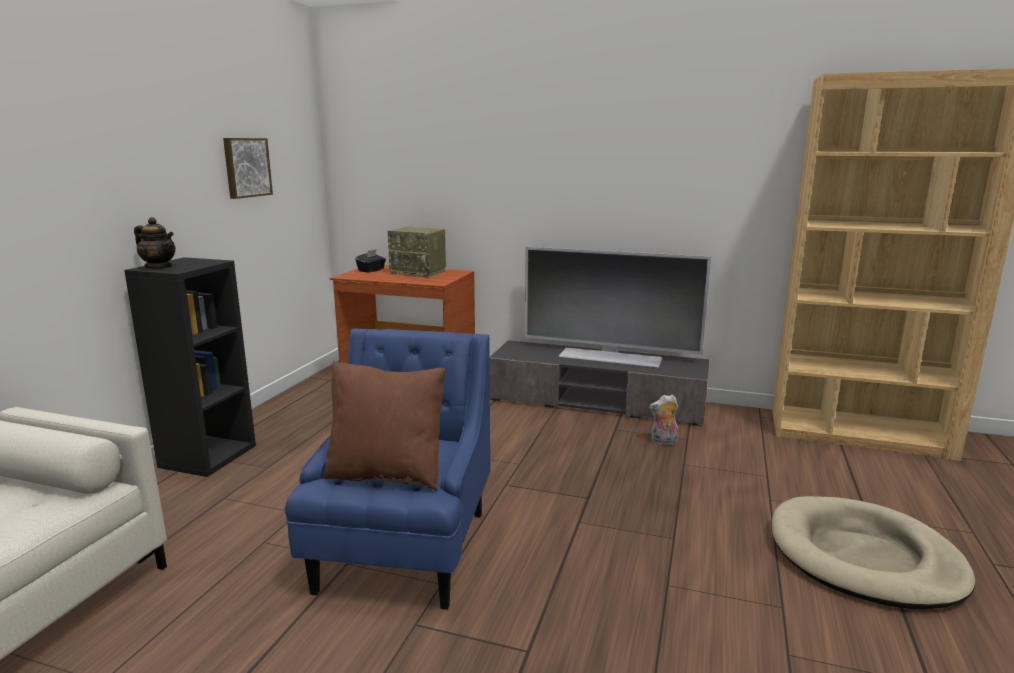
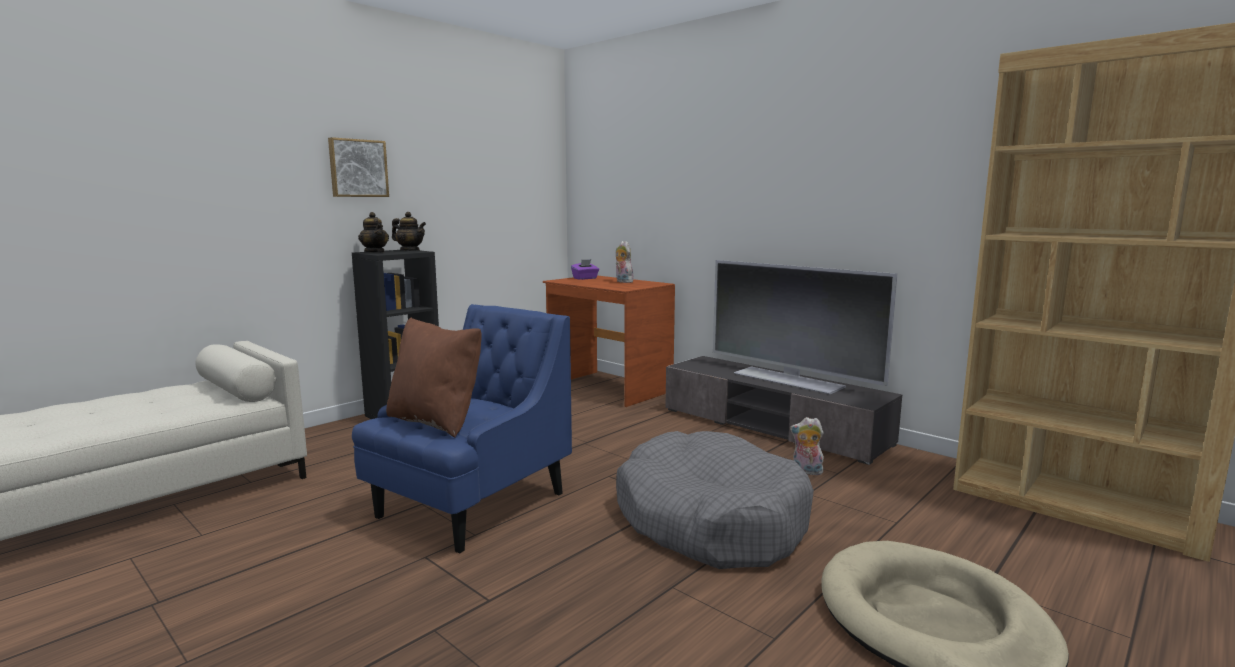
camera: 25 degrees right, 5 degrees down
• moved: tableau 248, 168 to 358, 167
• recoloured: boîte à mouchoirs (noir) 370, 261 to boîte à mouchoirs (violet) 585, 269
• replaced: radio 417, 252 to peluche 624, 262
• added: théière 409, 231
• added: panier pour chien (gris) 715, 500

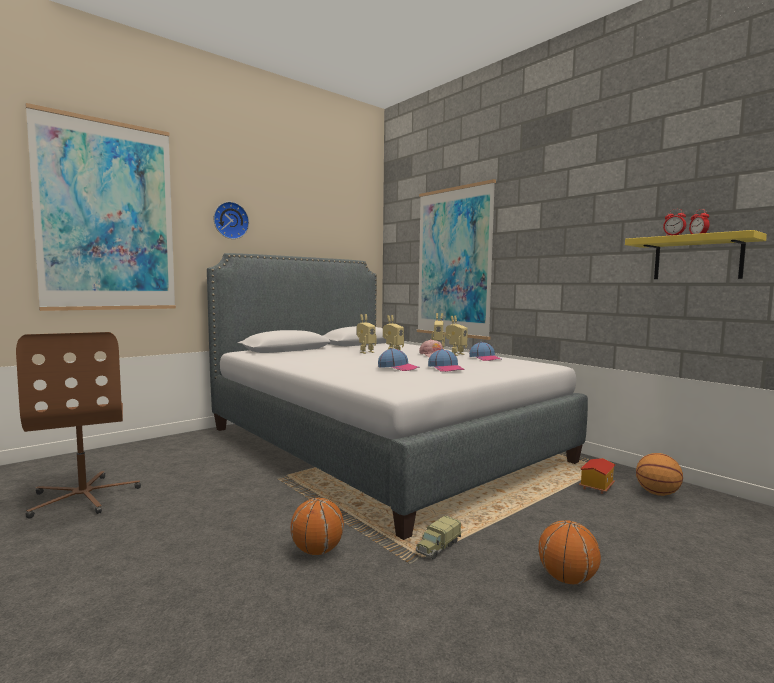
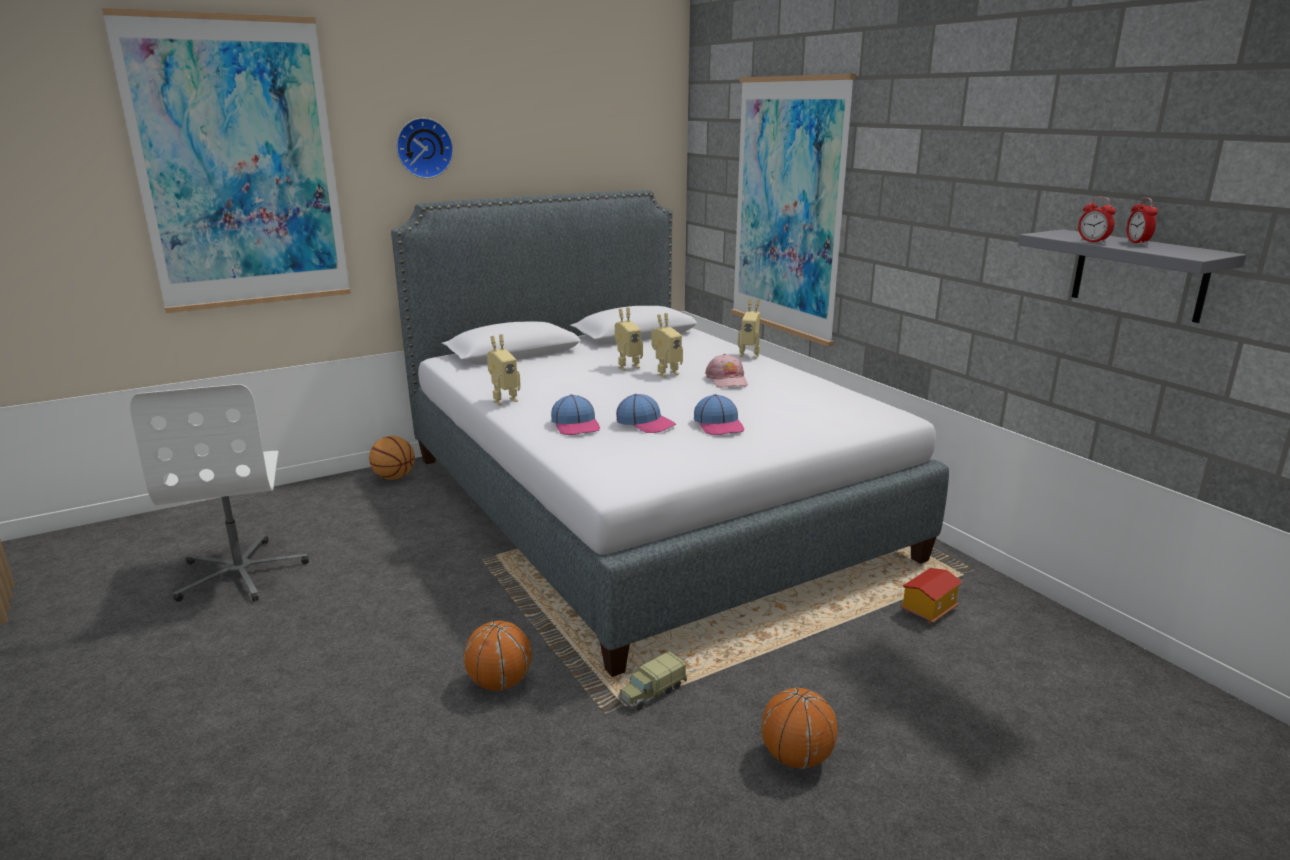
camera: 10 degrees right, 15 degrees up
• recoloured: chaise de bureau (marron) 78, 425 to chaise de bureau (blanc) 219, 493
• moved: robot jouet 457, 335 to 504, 370
• moved: casquette 485, 351 to 575, 414
• recoloured: étagère (jaune) 696, 254 to étagère (gris) 1132, 276
• moved: ballon de basket 659, 474 to 392, 458

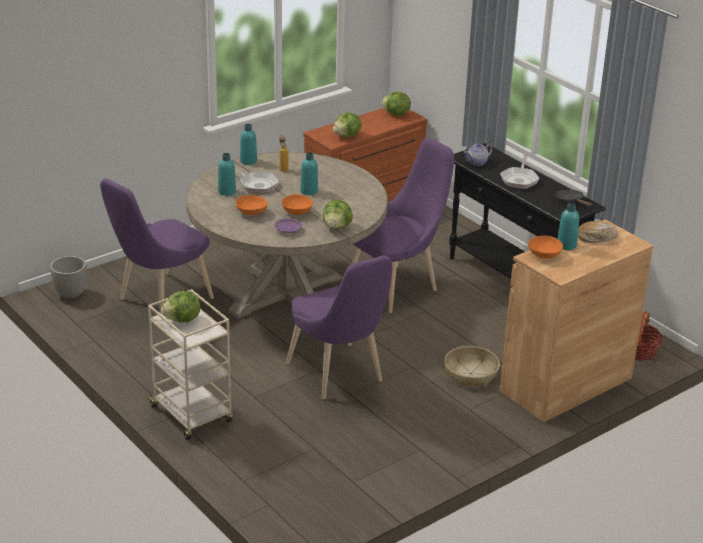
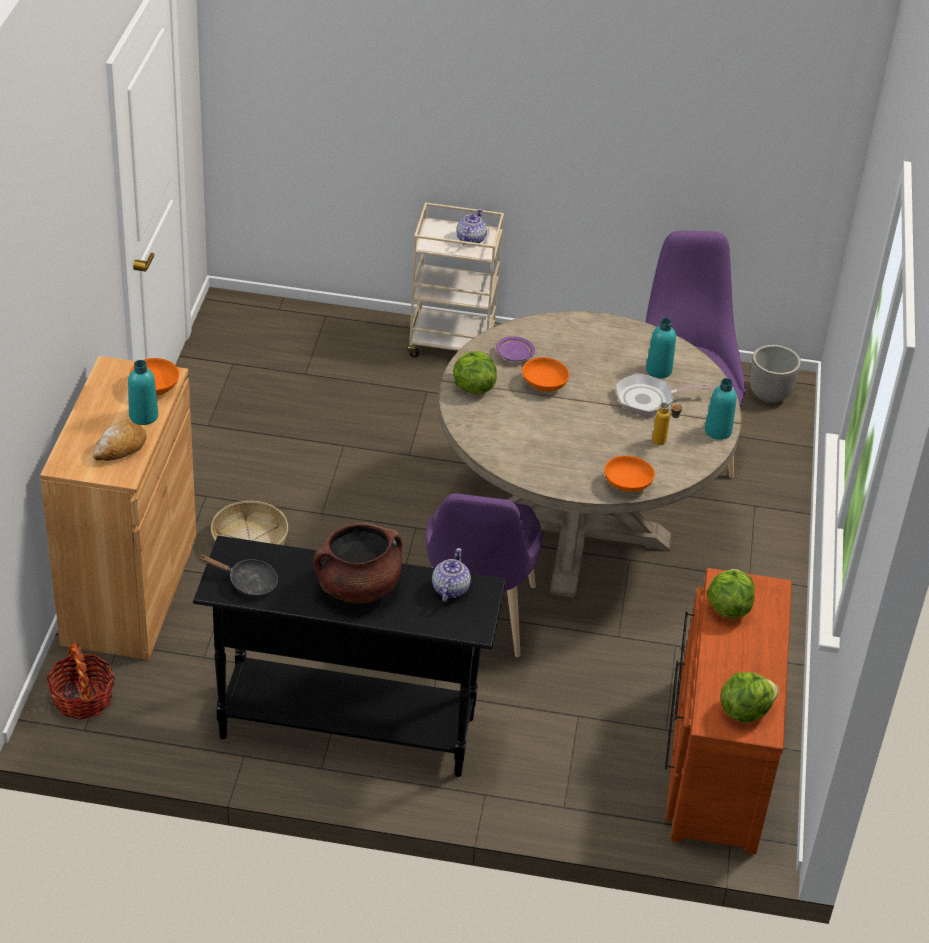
camera: 135 degrees right, 10 degrees up
• replaced: laitue 180, 307 to théière 471, 227
• moved: bol (orange) 251, 205 to 629, 473
• removed: chaise (violet) 339, 327
• removed: bouteille (turquoise) 309, 173
• replaced: poêle 520, 171 to marmite (marron) 357, 563

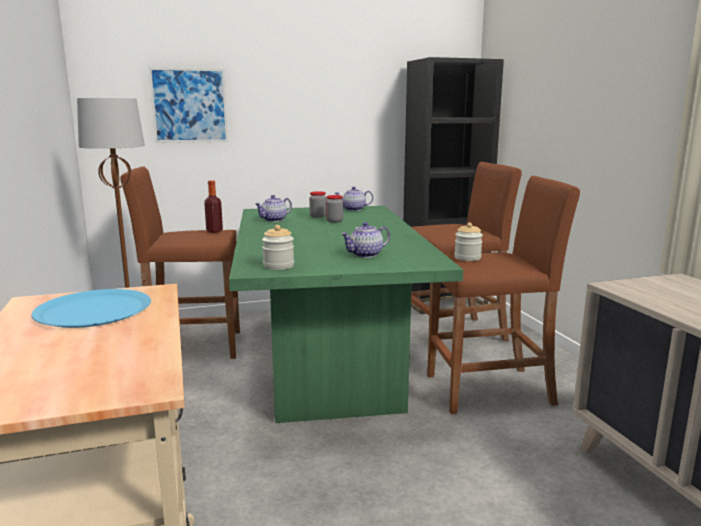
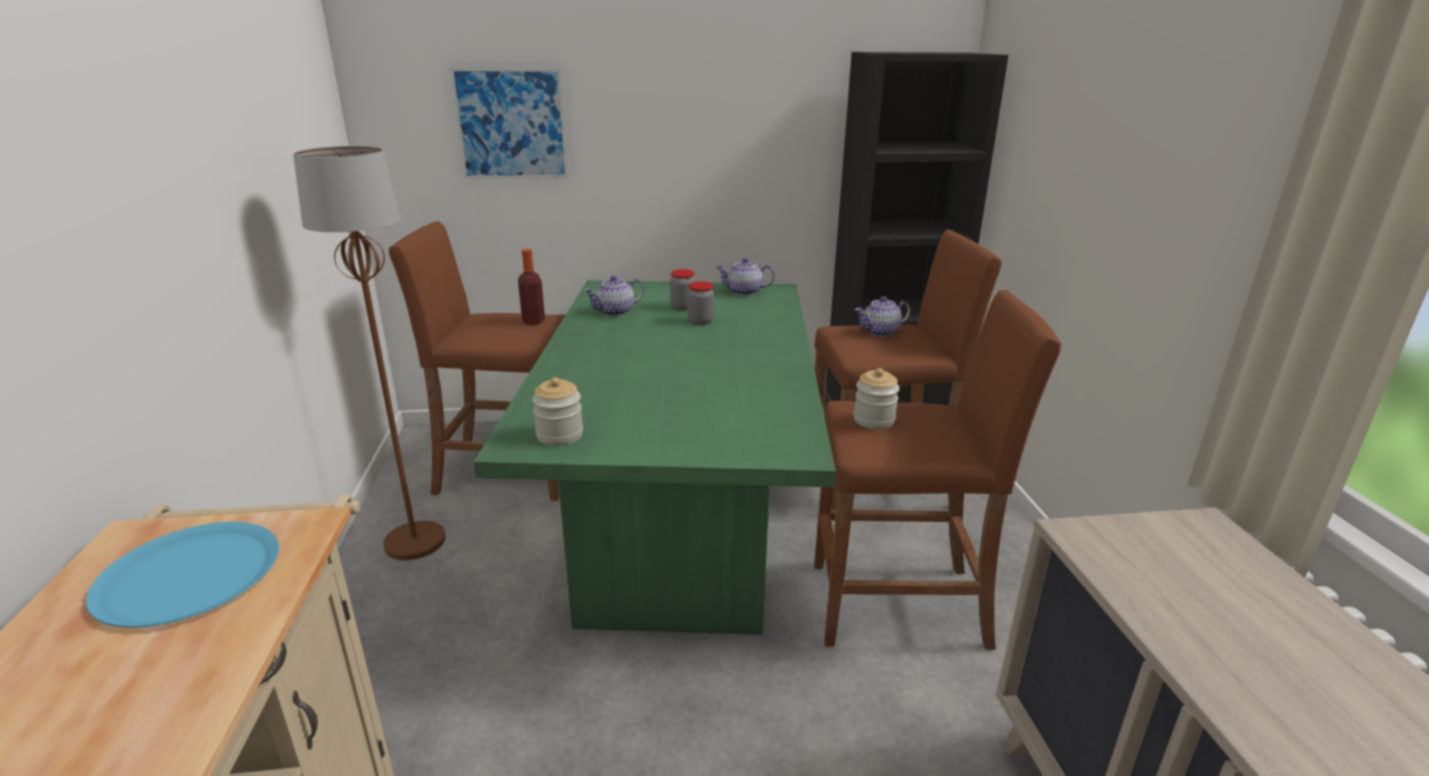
camera: 10 degrees right, 10 degrees up
• moved: théière 365, 240 to 883, 316

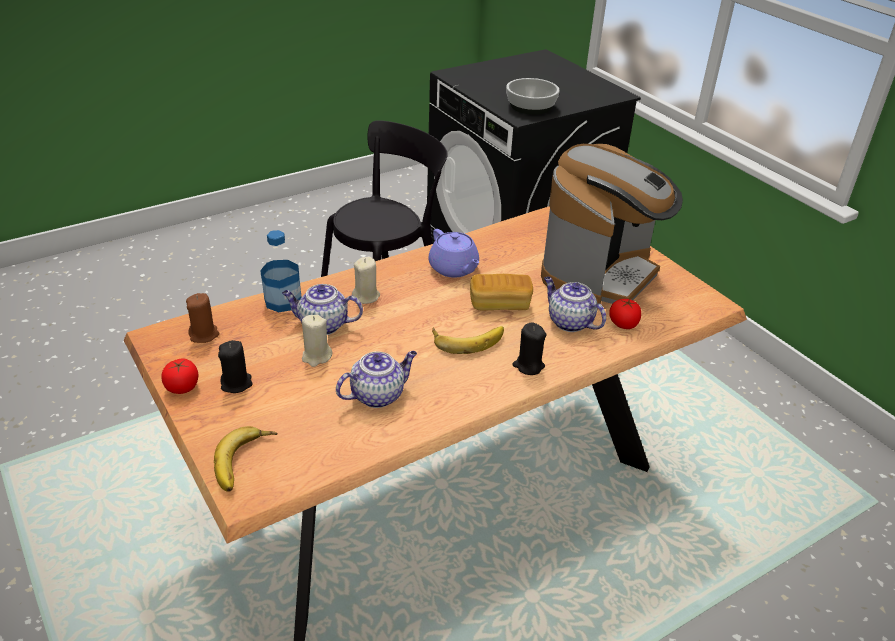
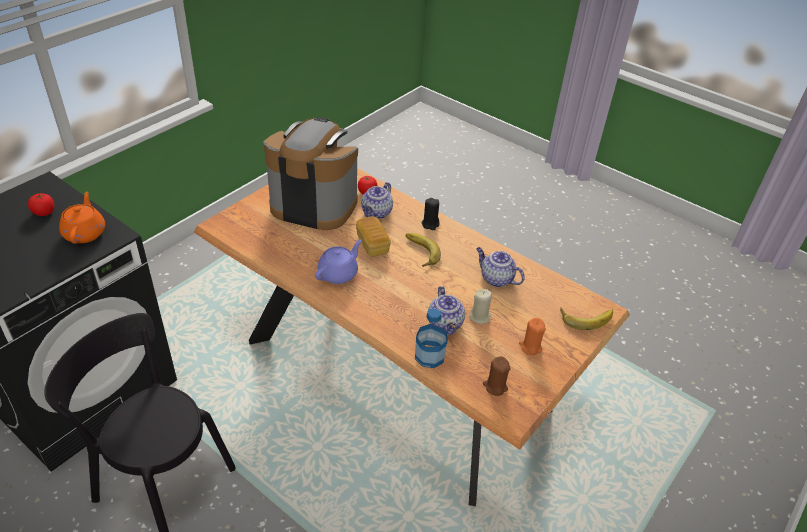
camera: 110 degrees left, 5 degrees up
• moved: tomate 180, 376 to 41, 204
• recoloured: bougie (noir) 235, 366 to bougie (orange) 532, 336
• removed: bougie (beige) 366, 280
• replaced: bol 533, 96 to théière (orange) 82, 217

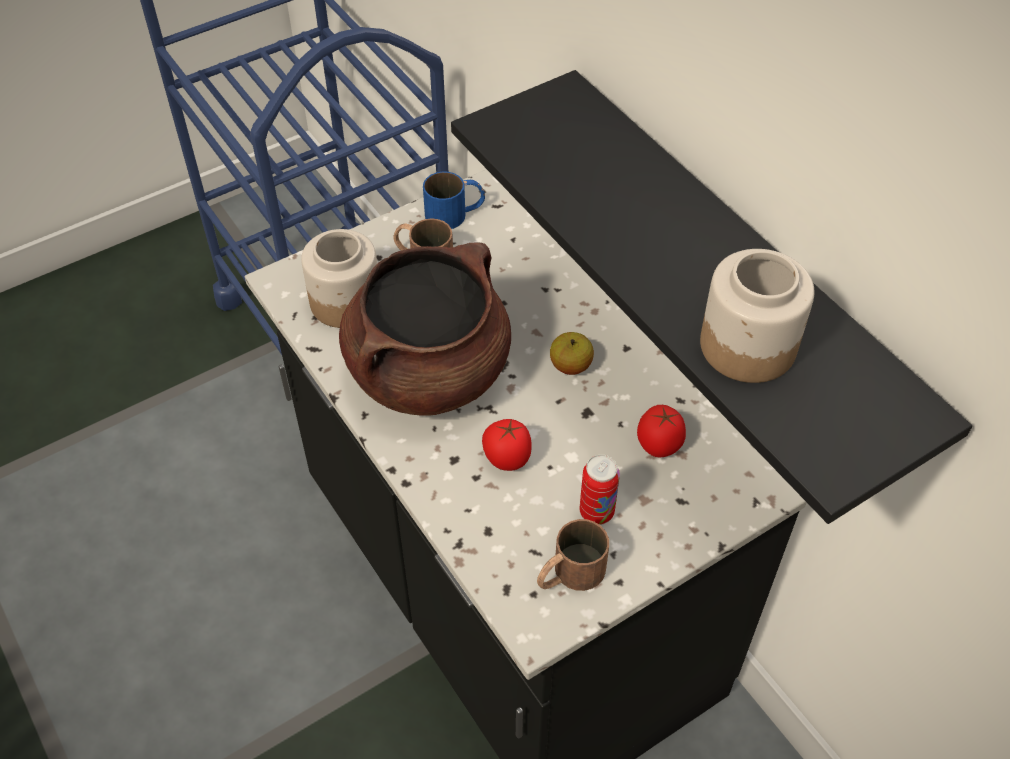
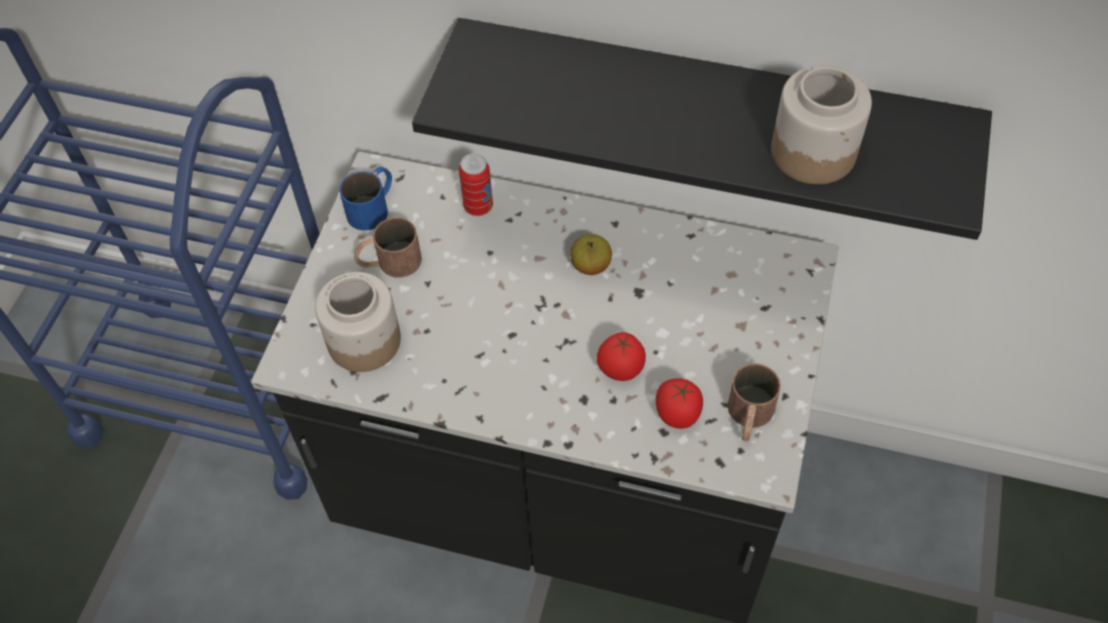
camera: 40 degrees left, 5 degrees up
• removed: marmite (marron) 425, 329
• moved: boîte métallique 600, 490 to 476, 184
• moved: tomate 661, 431 to 679, 403

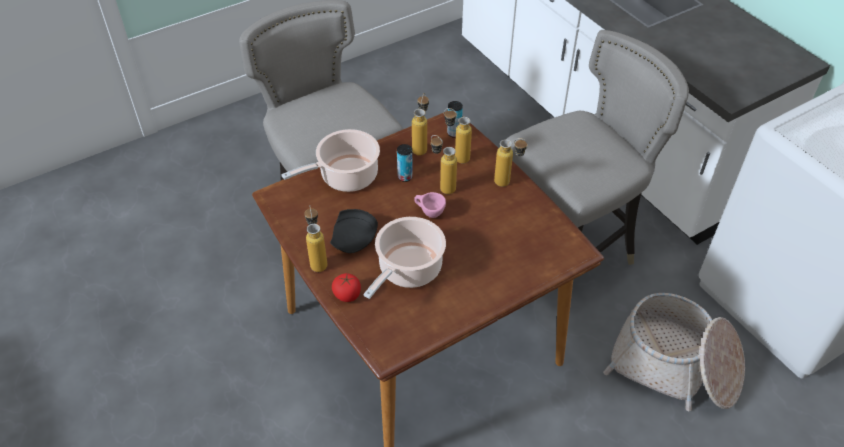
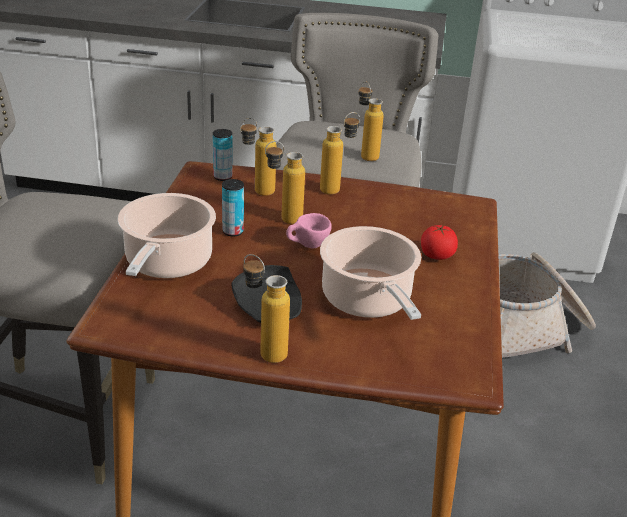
camera: 50 degrees left, 15 degrees down
• moved: tomate 346, 287 to 439, 242
• moved: bouteille 420, 124 to 371, 121

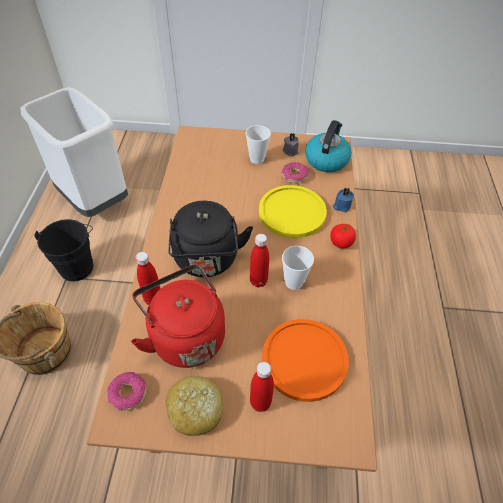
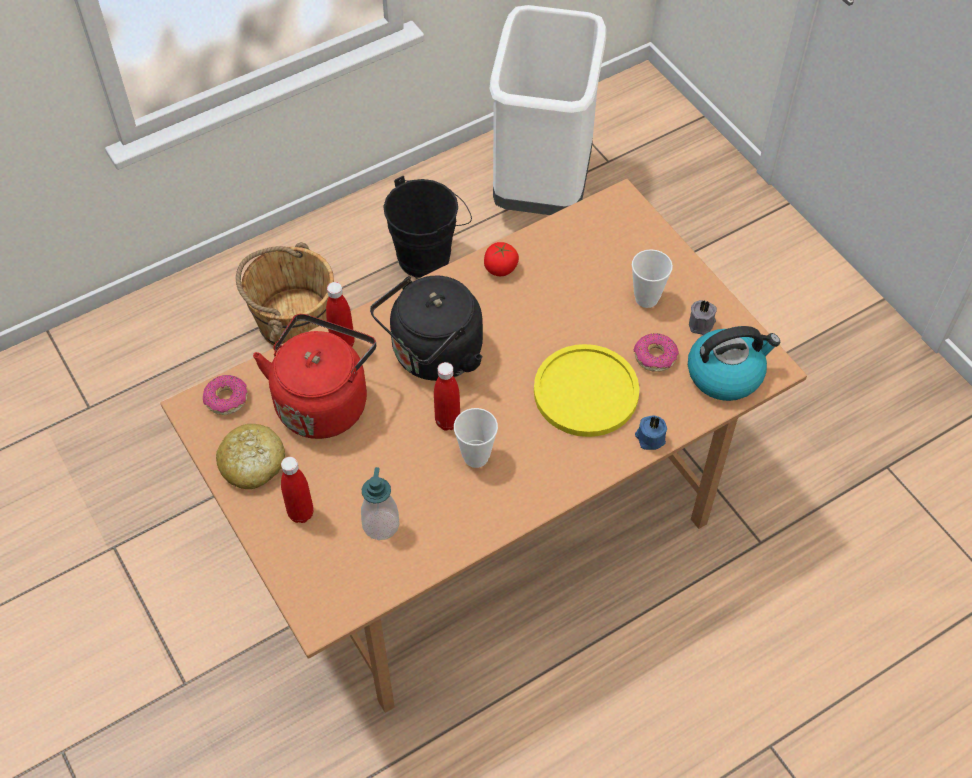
camera: 55 degrees right, 5 degrees up
• replaced: assiette (orange) 305, 360 to distributeur de savon 380, 503
• moved: tomate 343, 236 to 501, 259

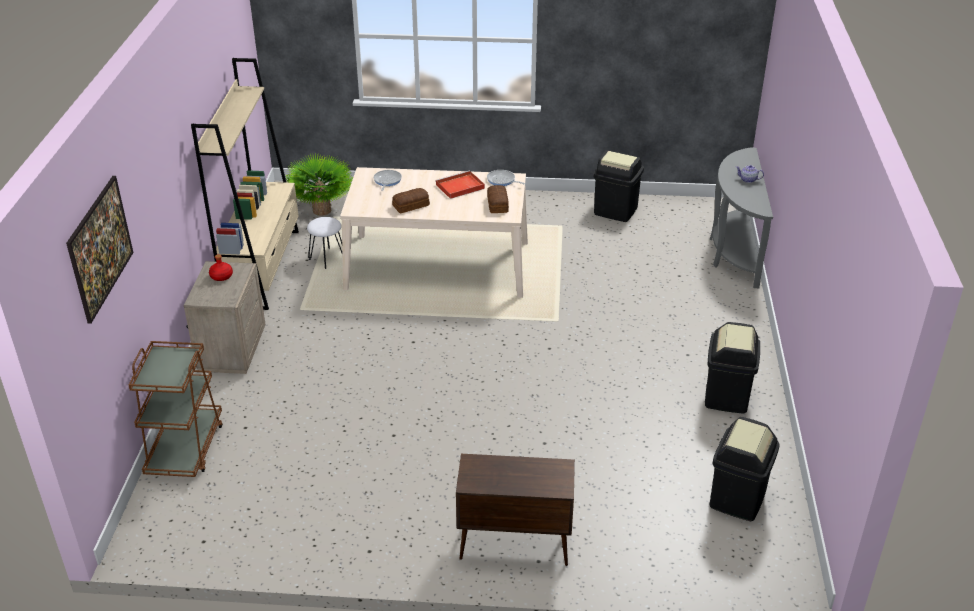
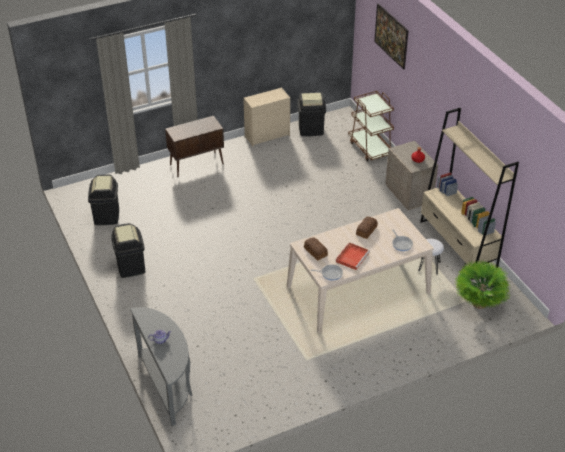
camera: 150 degrees right, 5 degrees up
• moved: poubelle (noir) 619, 186 to 311, 114
• added: commode (beige) 266, 116

